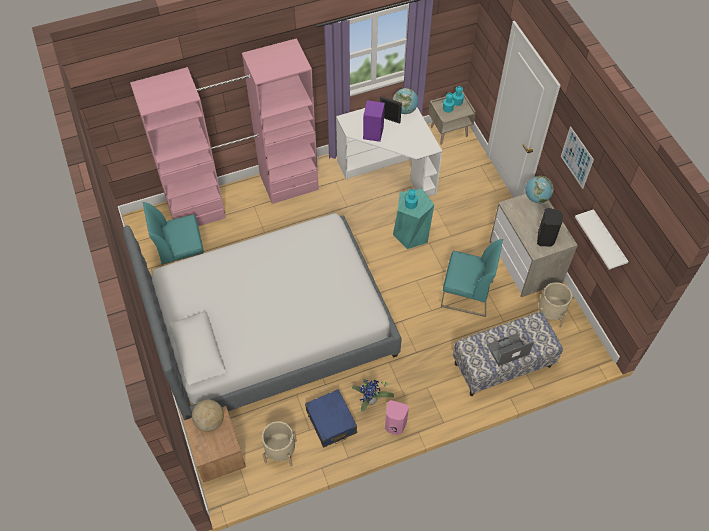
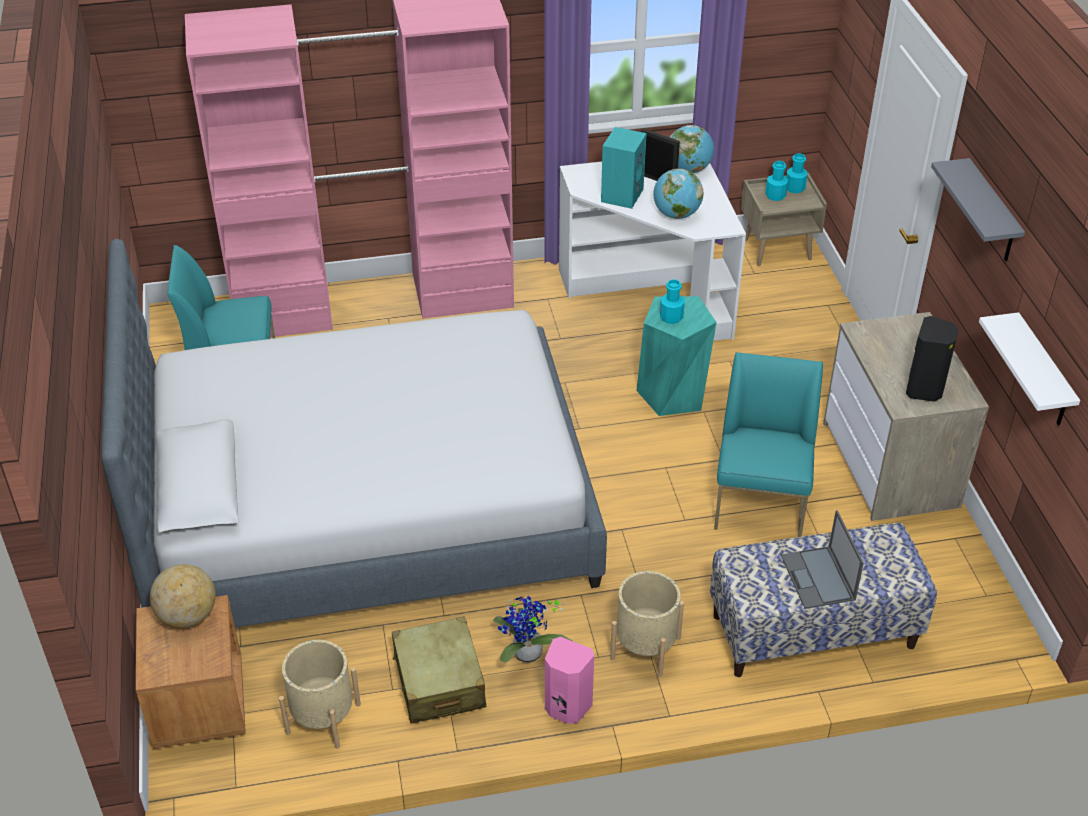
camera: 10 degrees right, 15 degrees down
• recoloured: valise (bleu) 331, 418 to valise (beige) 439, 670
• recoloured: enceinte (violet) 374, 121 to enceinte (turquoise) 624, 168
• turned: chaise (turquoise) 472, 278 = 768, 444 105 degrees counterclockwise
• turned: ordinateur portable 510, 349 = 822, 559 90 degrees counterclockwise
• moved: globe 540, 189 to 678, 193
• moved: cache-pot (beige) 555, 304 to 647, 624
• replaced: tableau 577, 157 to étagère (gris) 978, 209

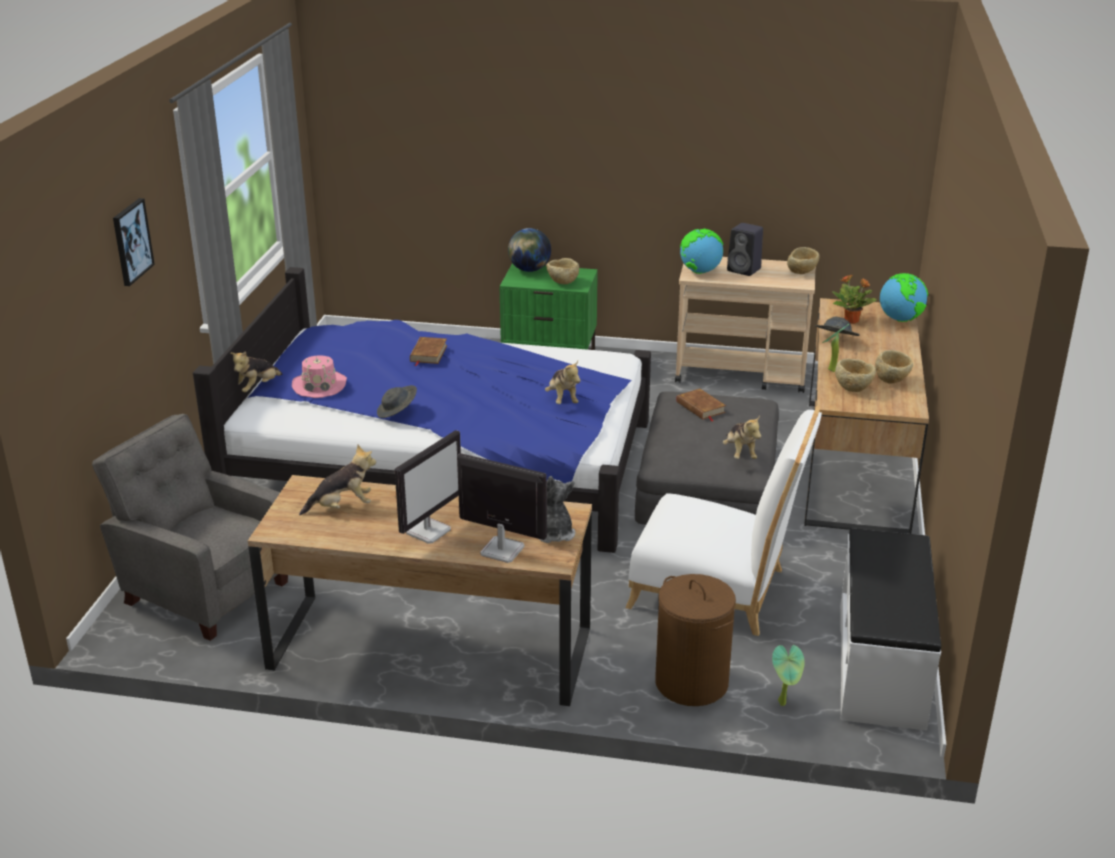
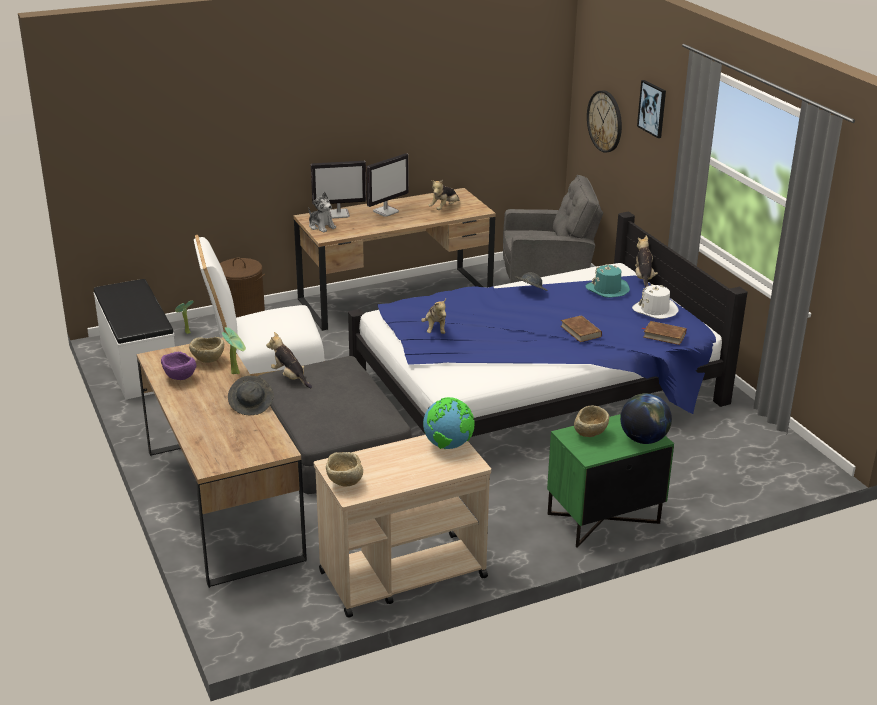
camera: 145 degrees right, 0 degrees up
• recoloured: chapeau (rose) 319, 376 to chapeau (turquoise) 608, 281
• turned: écran d'ordinateur 428, 487 = 387, 185 135 degrees counterclockwise
• turned: peluche 563, 382 = 433, 316 135 degrees counterclockwise
• moved: livre (marron) 701, 405 to 664, 333
• removed: enceinte (noir) 745, 249
• removed: plante en pot 855, 299
• recoloured: bol (beige) 894, 367 to bol (violet) 178, 365
• removed: globe 904, 297
• added: horloge murale 604, 121
• added: chapeau (blanc) 655, 301

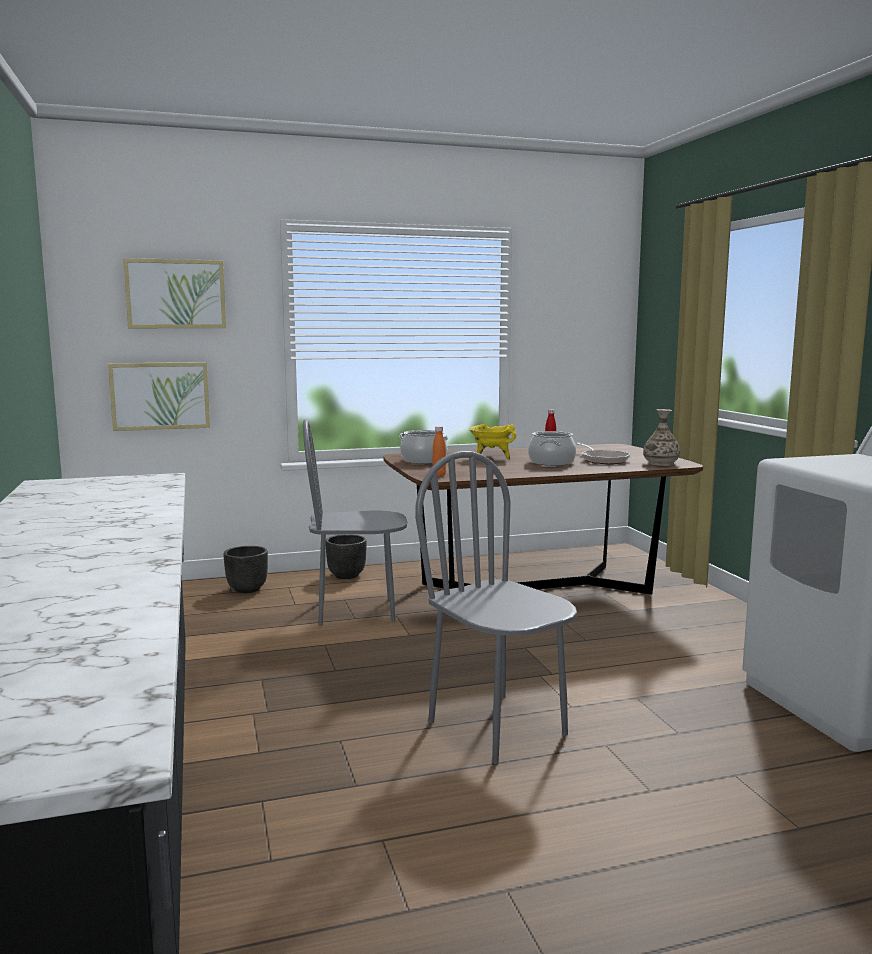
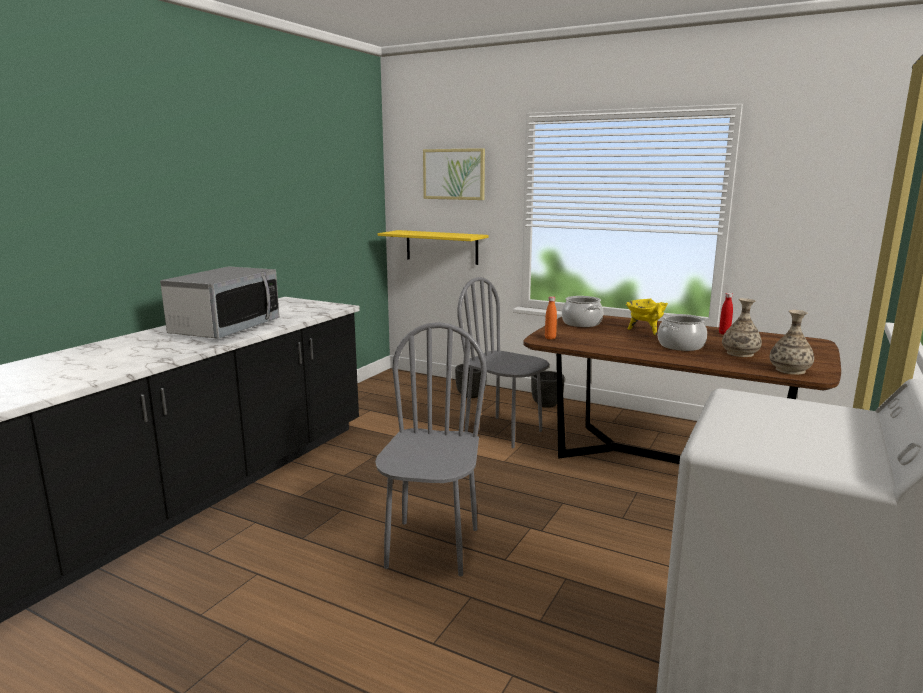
camera: 45 degrees right, 5 degrees up
• replaced: tableau 159, 396 to étagère (jaune) 433, 247
• replaced: poêle 603, 453 to vase 742, 327
• added: micro-ondes 220, 302

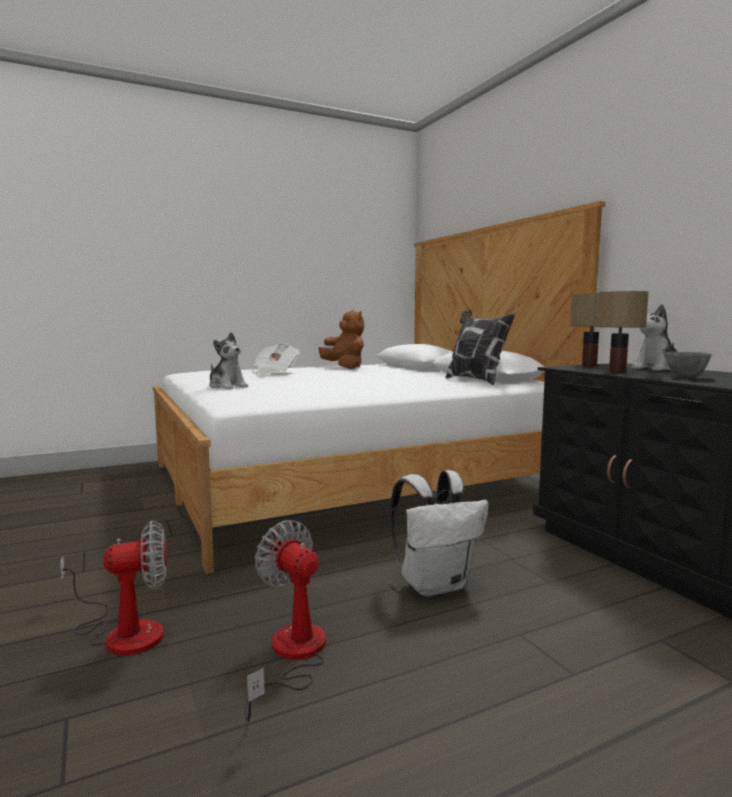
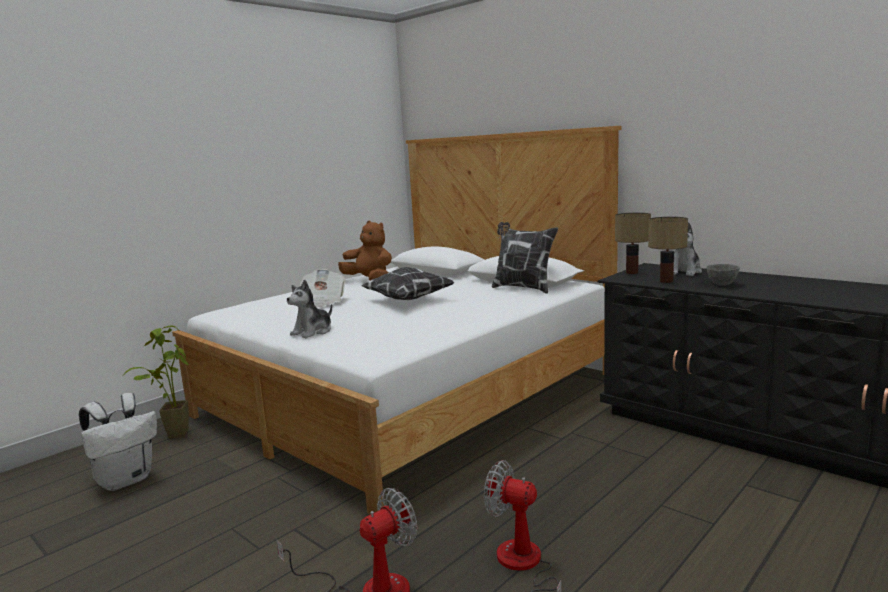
camera: 20 degrees left, 5 degrees up
• turned: peluche 228, 360 = 309, 309 105 degrees clockwise
• moved: sac à dos (blanc) 440, 533 to 118, 442
• added: plante en pot 155, 381
• added: coussin 408, 283

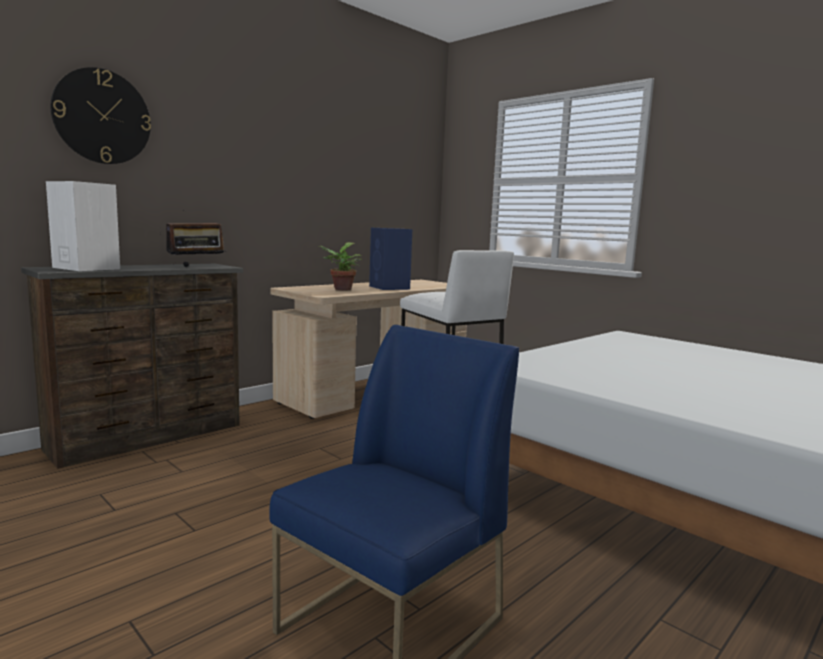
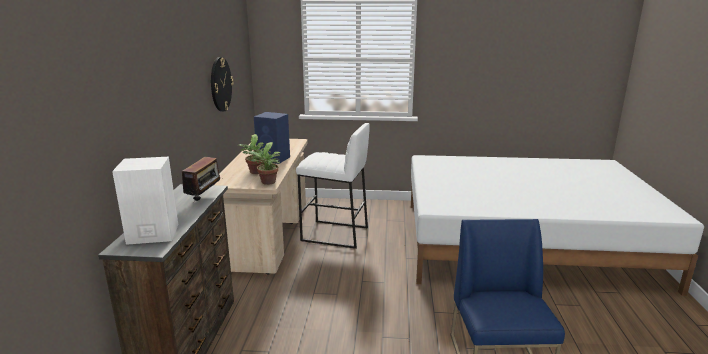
camera: 40 degrees left, 10 degrees up
• moved: horloge murale 100, 115 to 222, 84
• added: plante en pot 264, 163

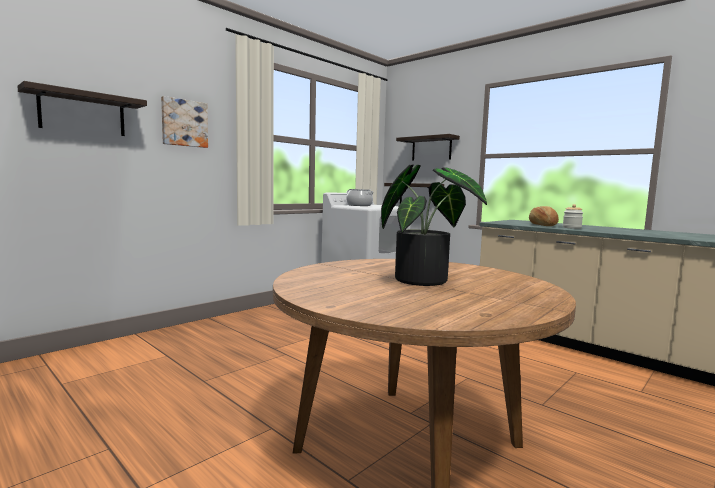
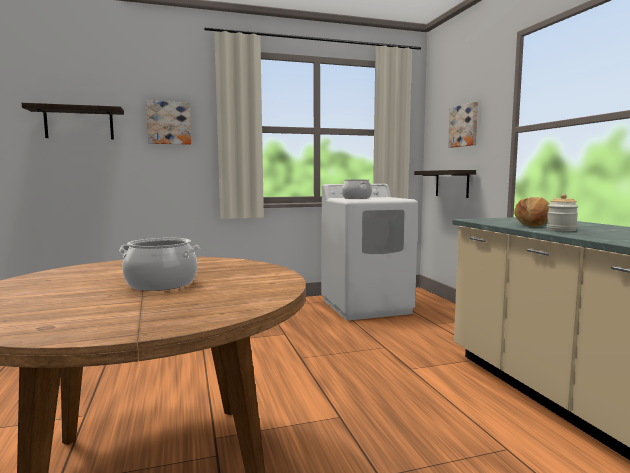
camera: 30 degrees right, 0 degrees up
• replaced: plante en pot 434, 225 to marmite 159, 264
• replaced: étagère 428, 147 to tableau 463, 125

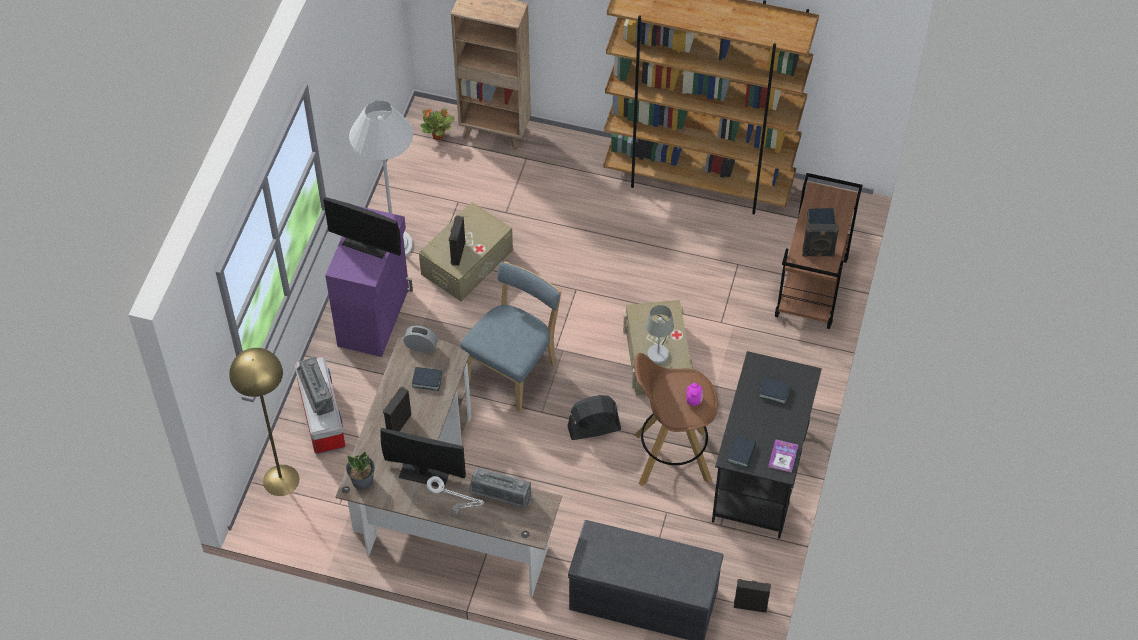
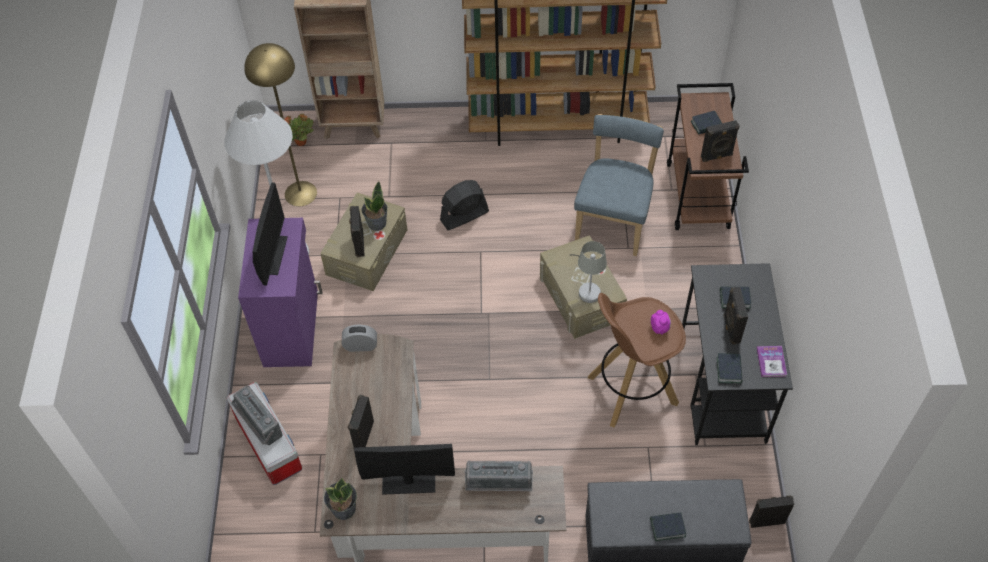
camera: 15 degrees left, 0 degrees up
• moved: lampadaire (jaune) 264, 422 to 280, 124
• turned: écran d'ordinateur 362, 228 = 270, 234 90 degrees counterclockwise
• moved: livre 427, 379 to 668, 526
• removed: lampe de table (gris) 455, 495
• moved: chaise (bleu) 511, 337 to 619, 185
• moved: ventilateur (noir) 594, 417 to 464, 205
• added: plante en pot 374, 206
• added: enceinte (noir) 735, 316

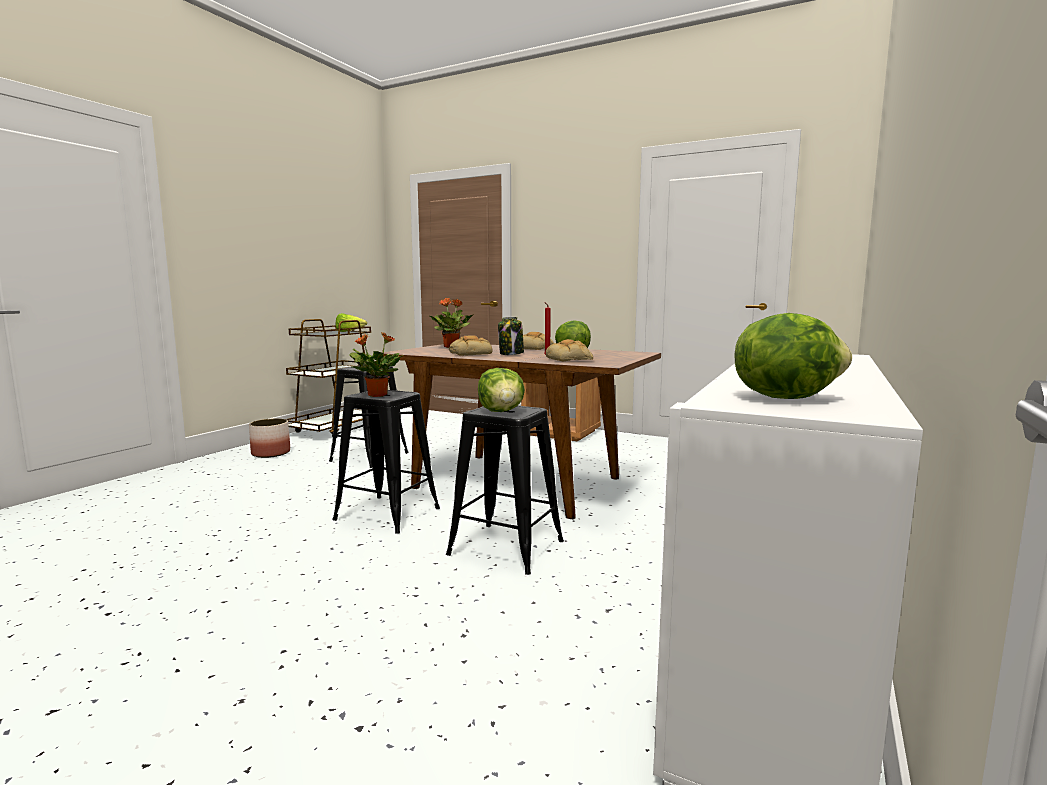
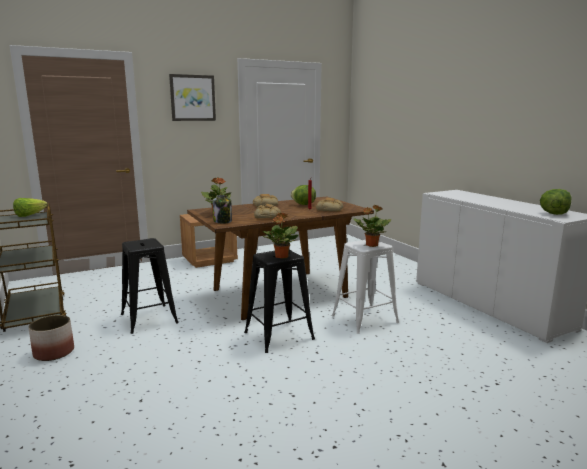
camera: 55 degrees left, 5 degrees up
• recoloured: tabouret (noir) 505, 490 to tabouret (blanc) 365, 287
• replaced: laitue 501, 390 to plante en pot 372, 226
• moved: bocal 511, 336 to 222, 209
• added: tableau 192, 97

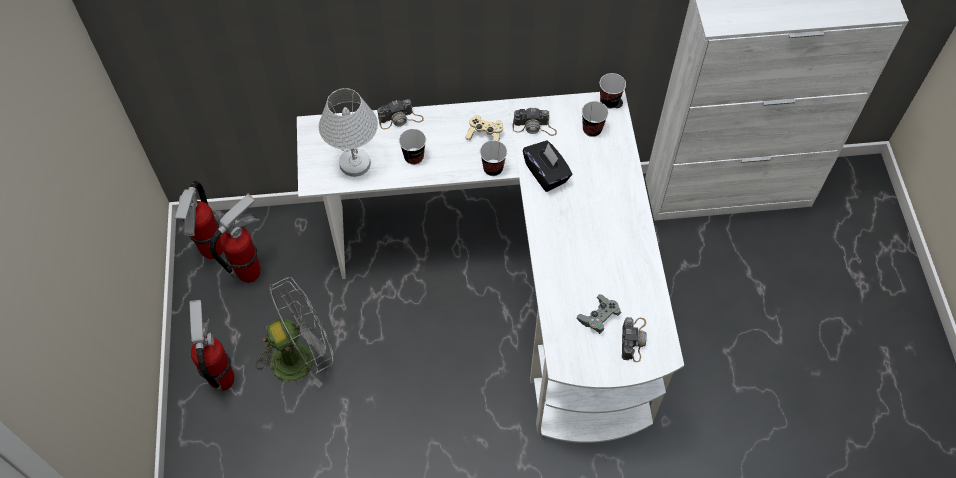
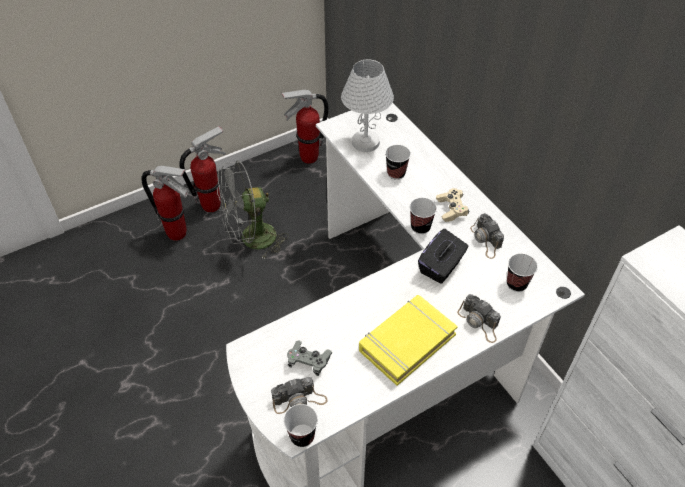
camera: 65 degrees right, 10 degrees down
• moved: extincteur 235, 238 to 165, 203
• turned: ventilateur (gris) 295, 332 = 252, 210 120 degrees clockwise
• moved: appareil photo 400, 114 to 479, 318
• moved: tasse 612, 91 to 301, 425
• added: livre (jaune) 408, 340

